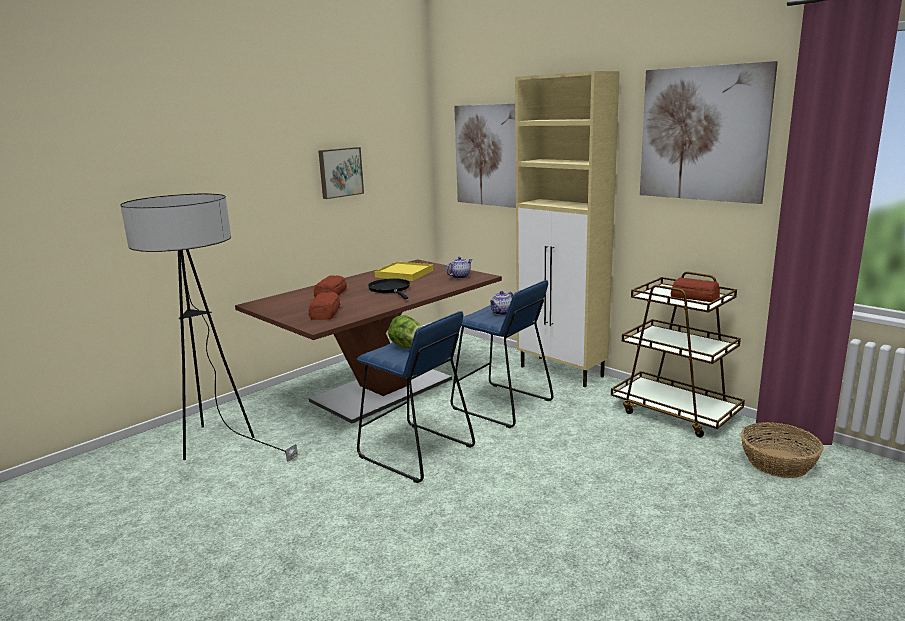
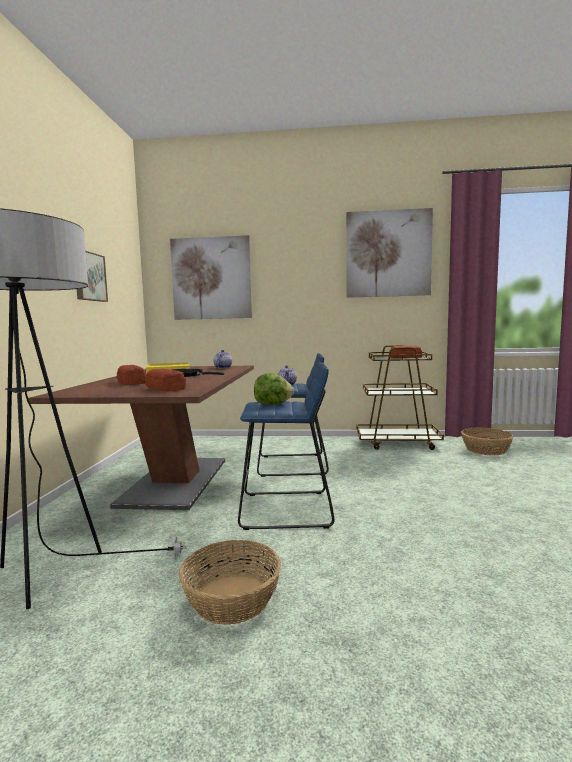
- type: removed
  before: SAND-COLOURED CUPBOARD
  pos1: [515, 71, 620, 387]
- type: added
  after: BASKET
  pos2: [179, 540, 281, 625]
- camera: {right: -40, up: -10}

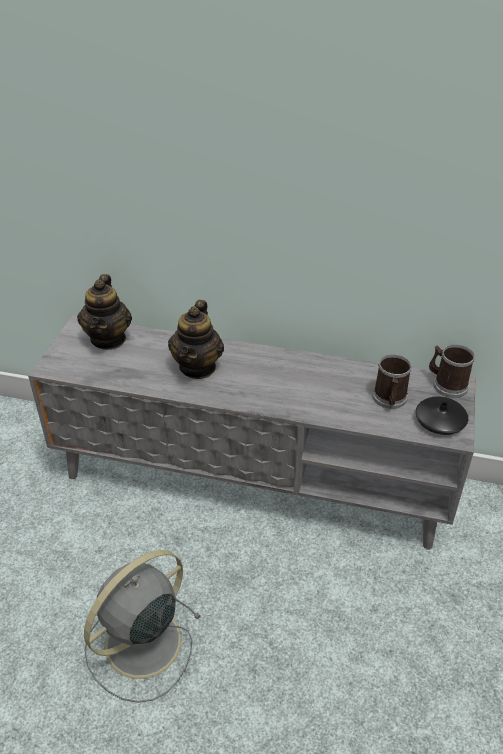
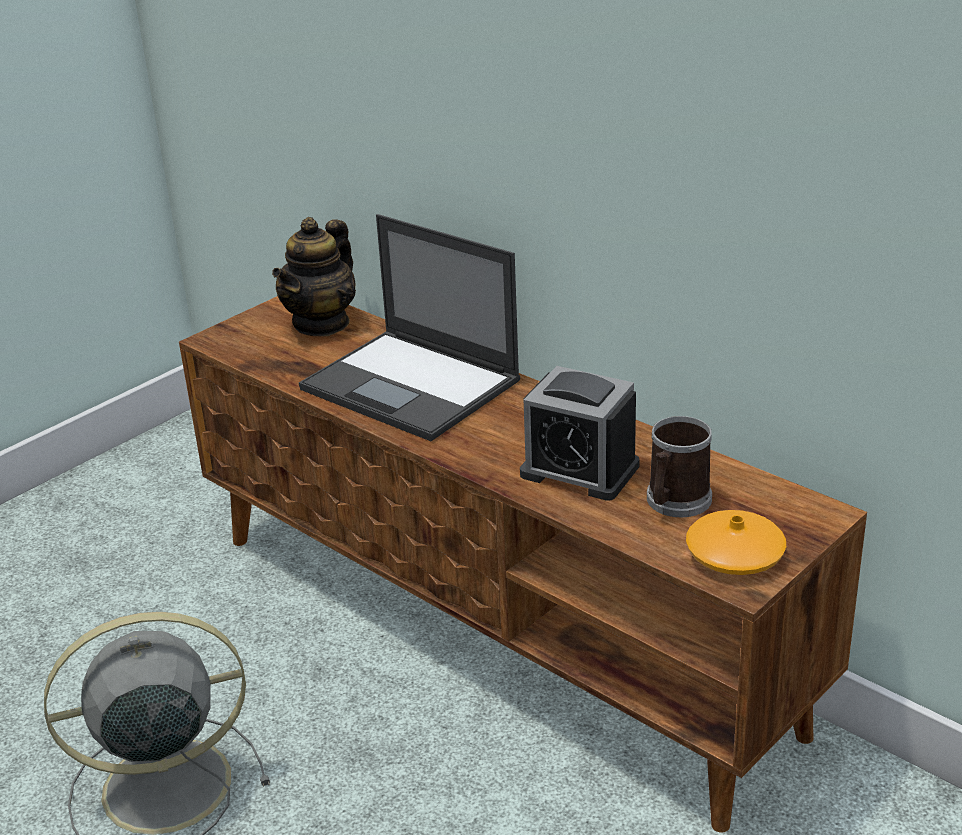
- type: recoloured
  before: GREY MEDIA CONSOLE
  after: BROWN MEDIA CONSOLE
  pos1: [28, 315, 476, 550]
  pos2: [179, 296, 867, 833]
- type: replaced
  before: TEAPOT
  after: PORTABLE COMPUTER
  pos1: [168, 300, 224, 379]
  pos2: [299, 214, 520, 441]
- type: recoloured
  before: BLACKISH DECORATIVE VASE
  after: ORANGE-COLOURED DECORATIVE VASE
  pos1: [416, 396, 468, 435]
  pos2: [686, 510, 786, 575]
- type: removed
  before: COFFEE MUG
  pos1: [429, 344, 475, 398]
- type: added
  after: TABLE CLOCK
  pos2: [520, 366, 640, 501]
- camera: {right: 30, up: -10}

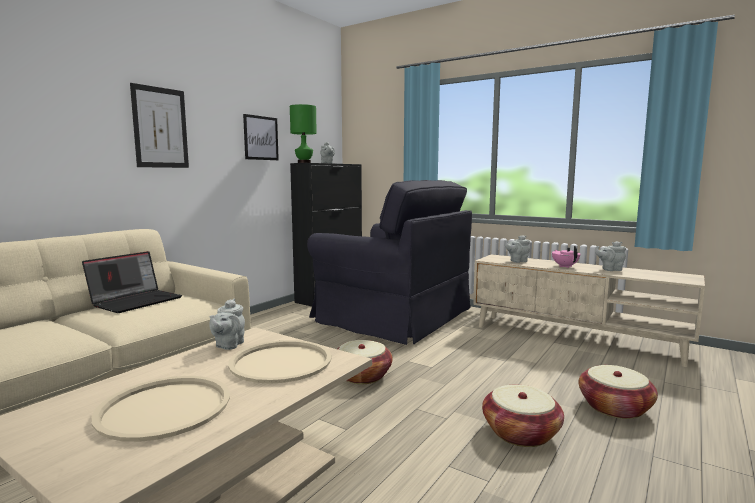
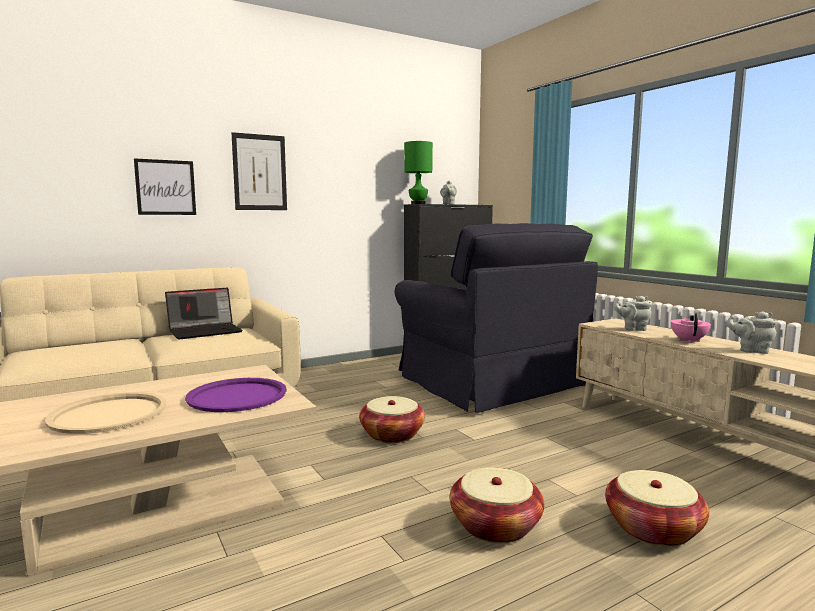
- type: removed
  before: GREY TEAPOT
  pos1: [209, 298, 245, 350]
- type: recoloured
  before: SAND-COLOURED CARRYING TRAY
  after: PURPLE CARRYING TRAY
  pos1: [228, 340, 332, 384]
  pos2: [185, 378, 287, 412]
- type: moved
  before: WALL PICTURE
  pos1: [243, 114, 279, 160]
  pos2: [134, 158, 196, 215]
- camera: {right: 25, up: 0}

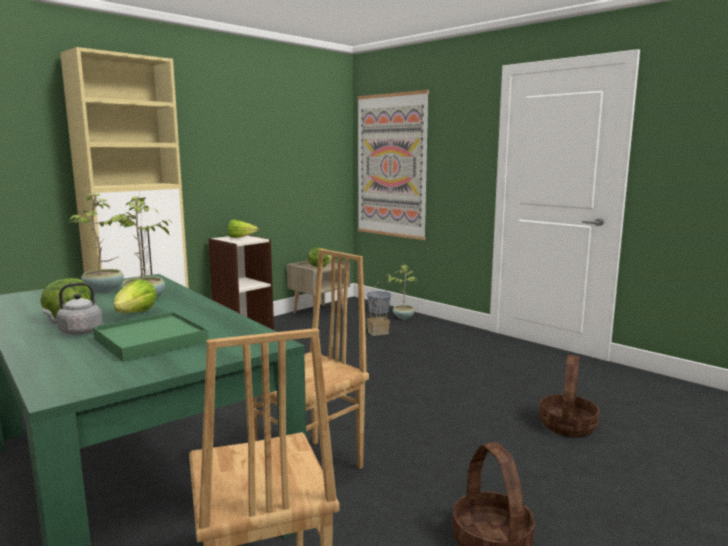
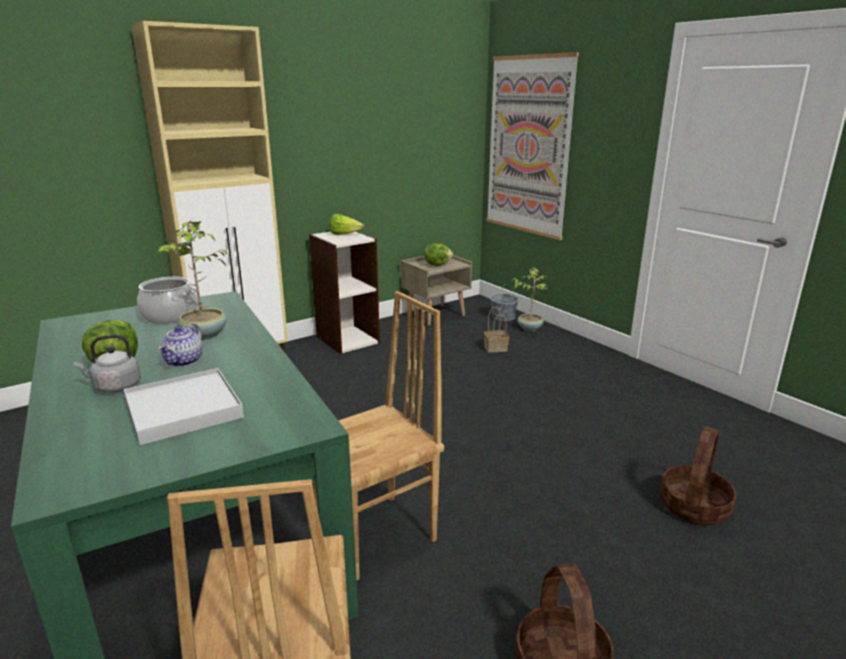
- type: replaced
  before: POTTED PLANT
  after: STOCKPOT
  pos1: [69, 193, 131, 293]
  pos2: [137, 277, 198, 324]
- type: recoloured
  before: GREEN CARRYING TRAY
  after: WHITE CARRYING TRAY
  pos1: [93, 312, 209, 362]
  pos2: [124, 368, 244, 445]
- type: replaced
  before: LETTUCE HEAD
  after: TEAPOT
  pos1: [114, 279, 157, 313]
  pos2: [158, 324, 203, 367]
- camera: {right: 10, up: 10}

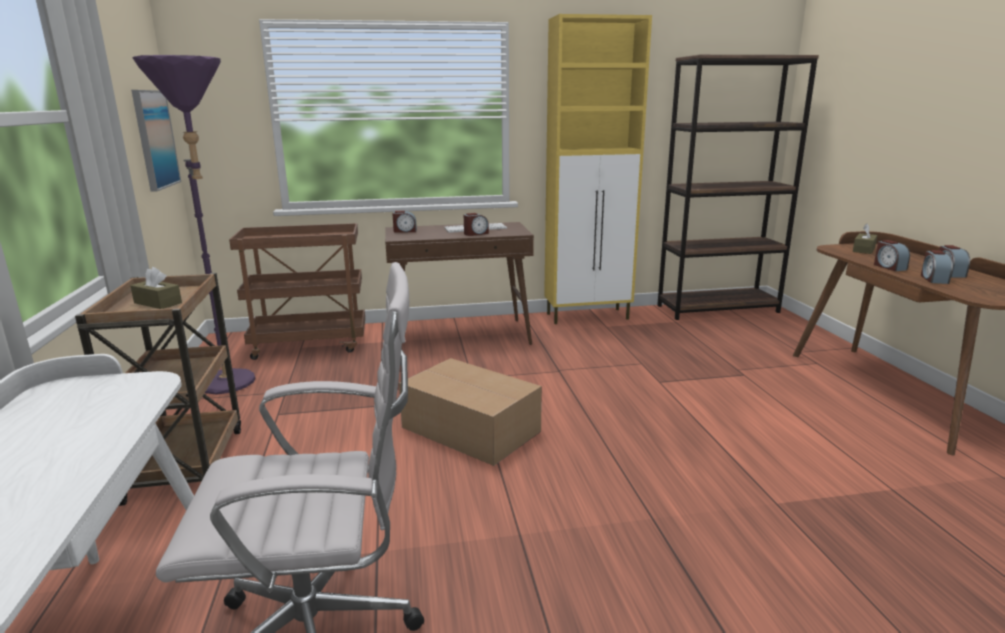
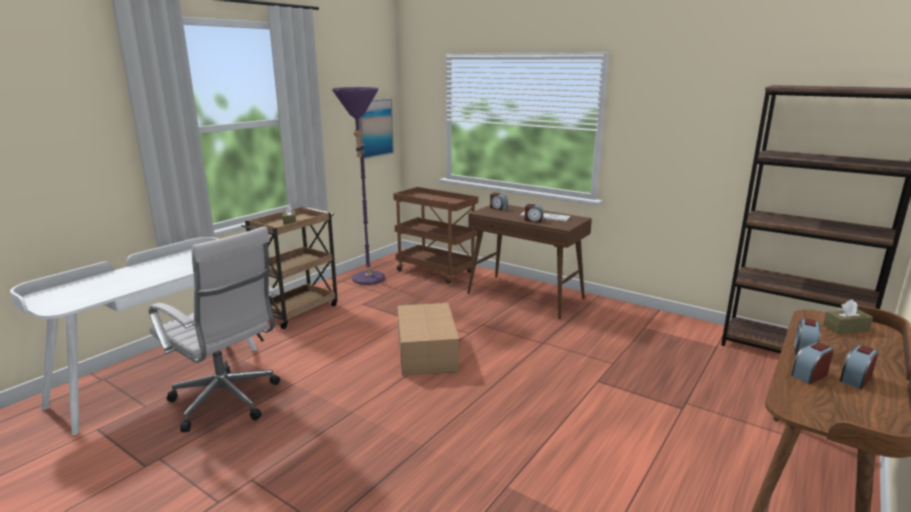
- type: removed
  before: YELLOWISH CUPBOARD
  pos1: [544, 14, 652, 324]
- camera: {right: 45, up: 0}

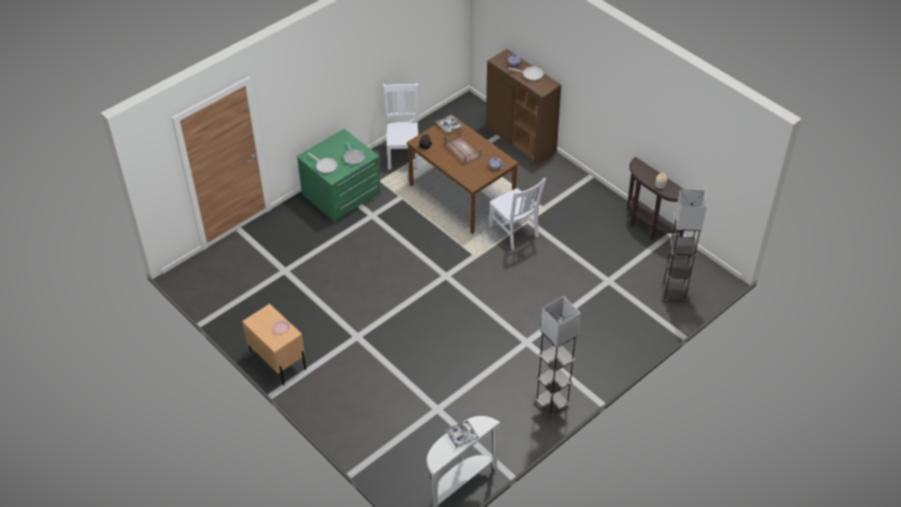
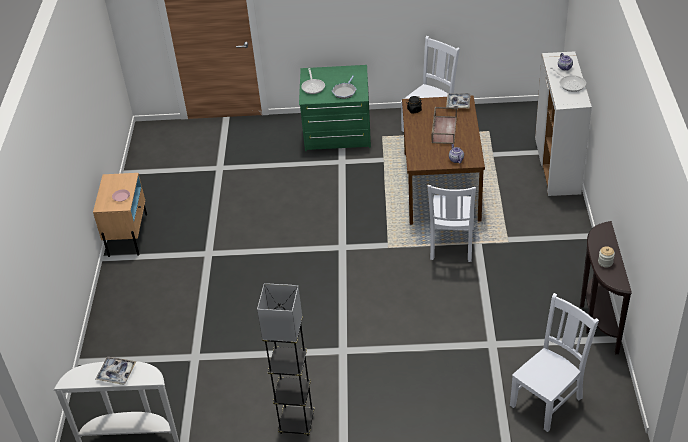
- type: recoloured
  before: BROWN CUPBOARD
  after: WHITE CUPBOARD
  pos1: [486, 49, 561, 164]
  pos2: [535, 51, 592, 196]
- type: replaced
  before: GREY STANDARD LAMP
  after: WHITE UPRIGHT CHAIR
  pos1: [662, 189, 707, 303]
  pos2: [510, 293, 599, 432]
- camera: {right: 45, up: -5}

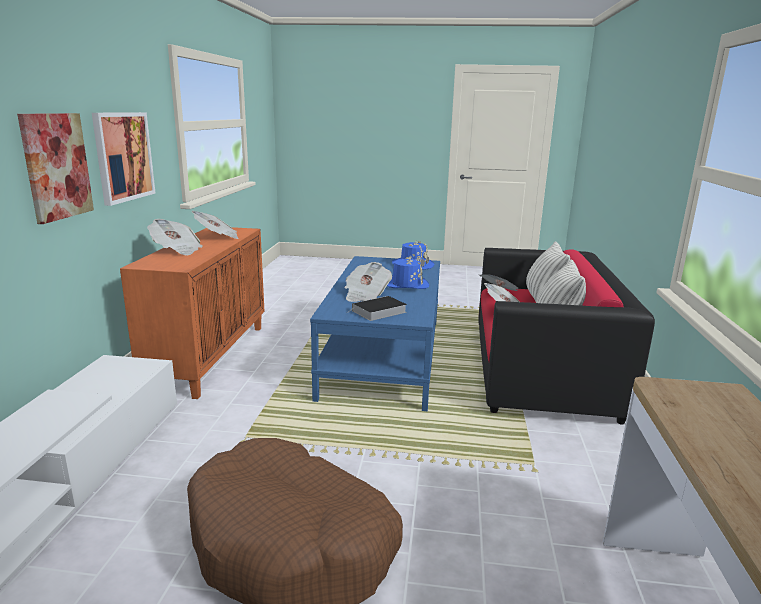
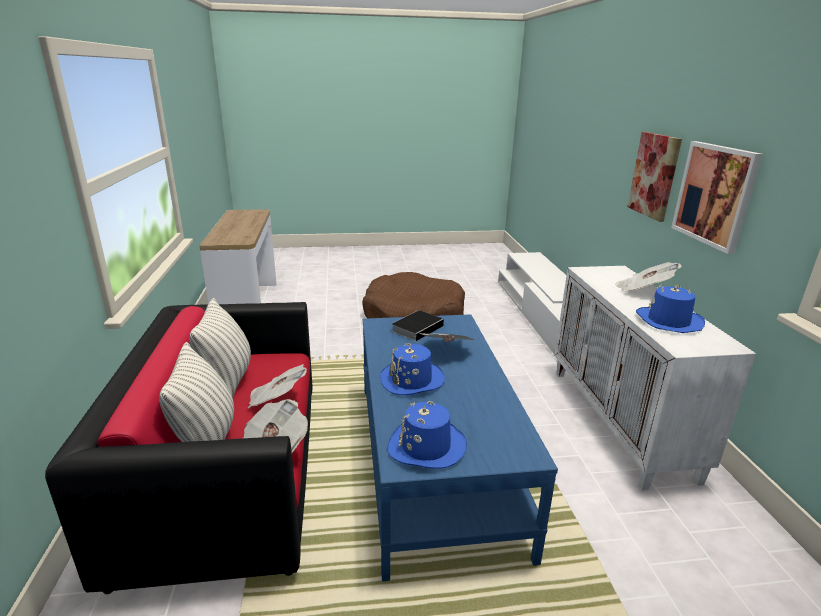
- type: recoloured
  before: ORANGE-COLOURED CUPBOARD
  after: WHITE CUPBOARD
  pos1: [120, 227, 265, 399]
  pos2: [554, 266, 756, 491]
- type: replaced
  before: NEWSPAPER
  after: BLUE WEARABLE HAT
  pos1: [192, 211, 238, 239]
  pos2: [636, 284, 705, 333]
- camera: {right: 165, up: 5}

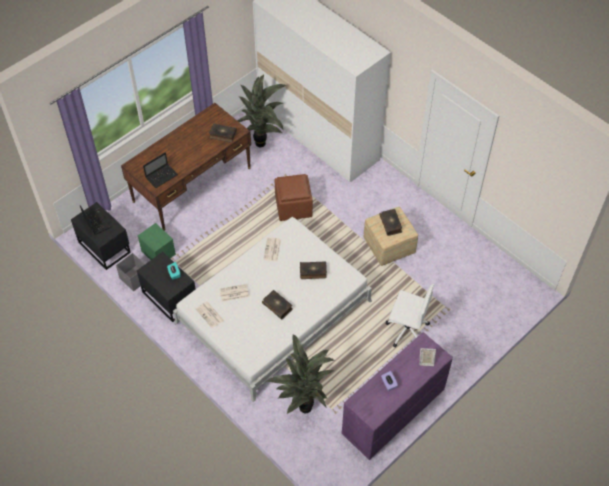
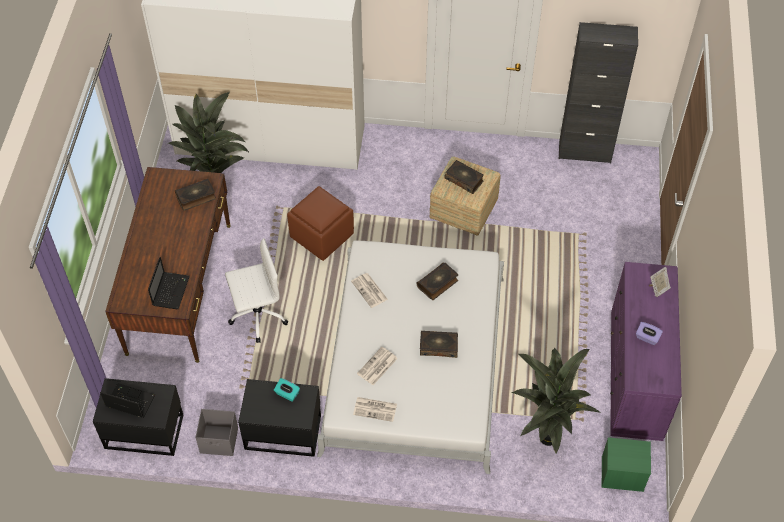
- type: moved
  before: GREEN STORAGE CONTAINER
  pos1: [138, 223, 176, 260]
  pos2: [602, 437, 651, 492]
- type: moved
  before: WHITE COMPUTER CHAIR
  pos1: [385, 284, 435, 347]
  pos2: [225, 238, 288, 343]
- type: added
  after: BLACKISH CUPBOARD
  pos2: [559, 22, 638, 163]
- camera: {right: -40, up: 0}

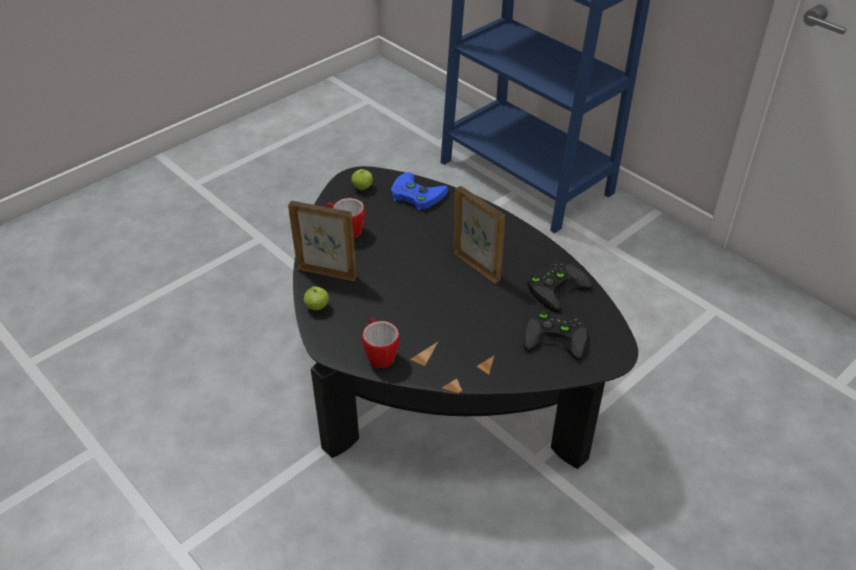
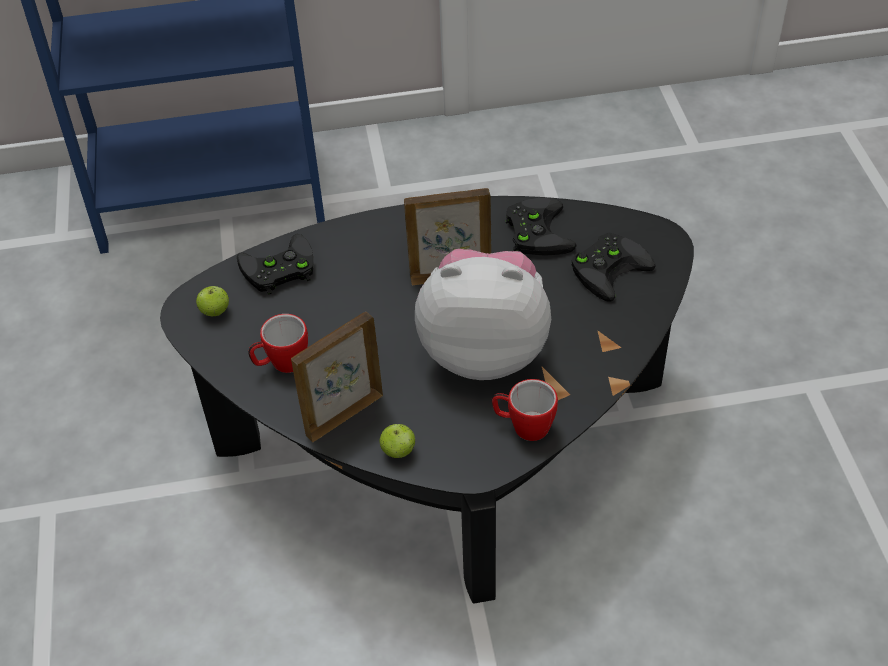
- type: recoloured
  before: BLUE GAMEPAD
  after: BLACKISH GAMEPAD
  pos1: [391, 172, 448, 211]
  pos2: [237, 234, 313, 295]
- type: added
  after: PLUSH TOY
  pos2: [415, 249, 551, 380]
- camera: {right: -55, up: 5}

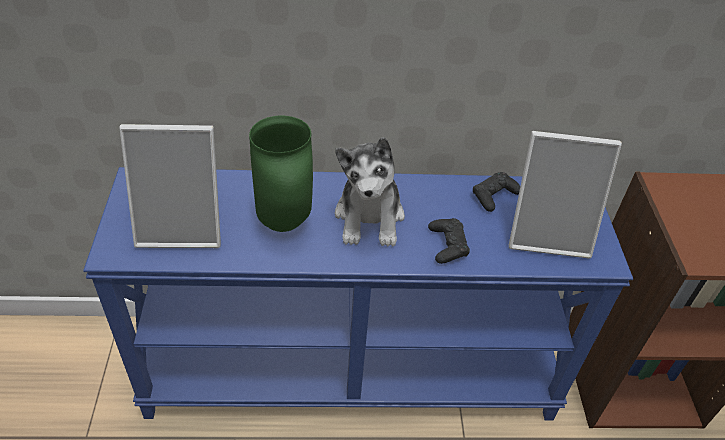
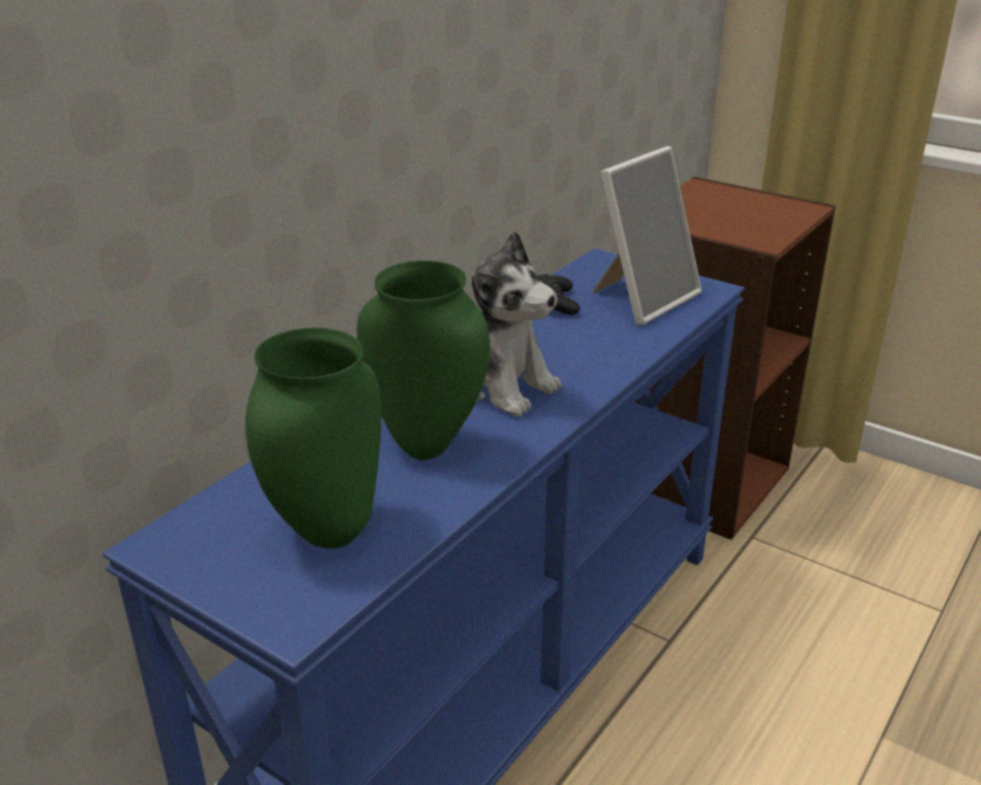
- type: replaced
  before: PICTURE FRAME
  after: GREEN DECORATIVE VASE
  pos1: [120, 124, 221, 248]
  pos2: [245, 328, 381, 549]
- type: removed
  before: BLACKISH GAMEPAD
  pos1: [428, 218, 470, 264]
- camera: {right: -50, up: -15}

